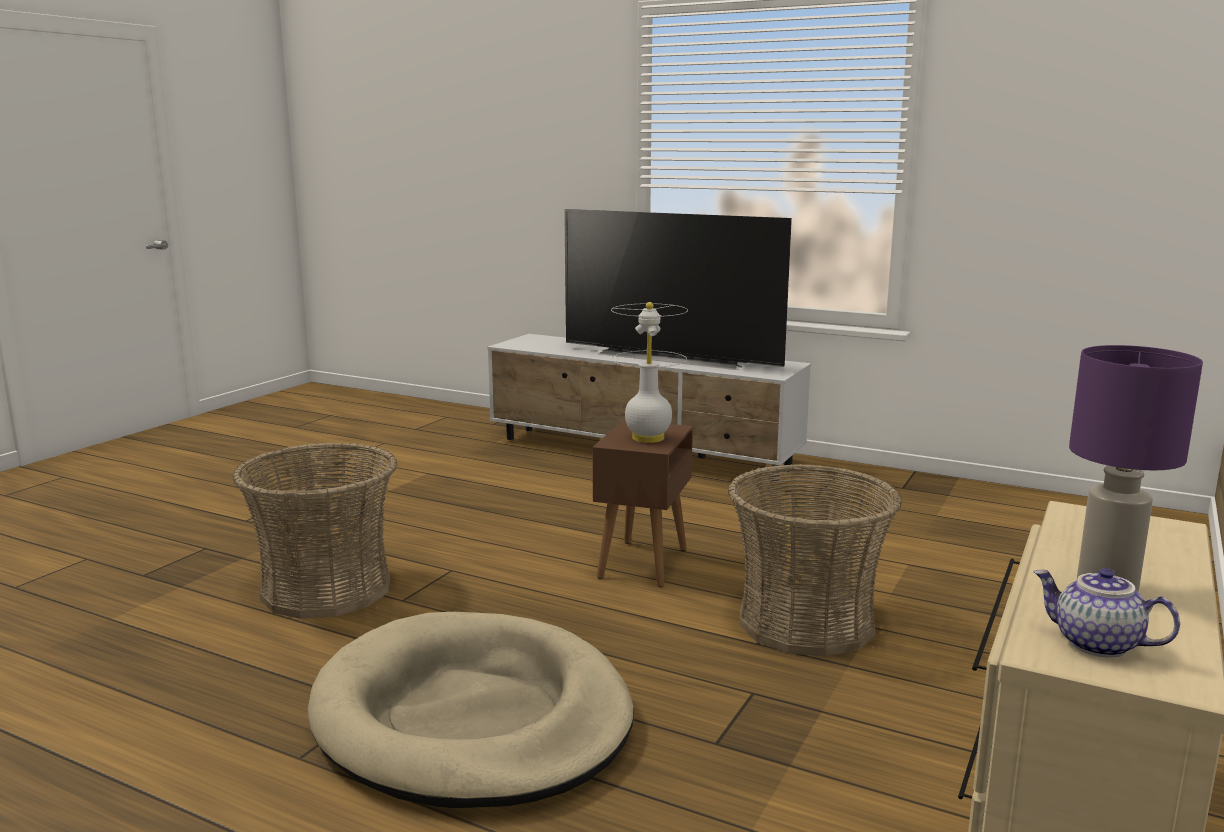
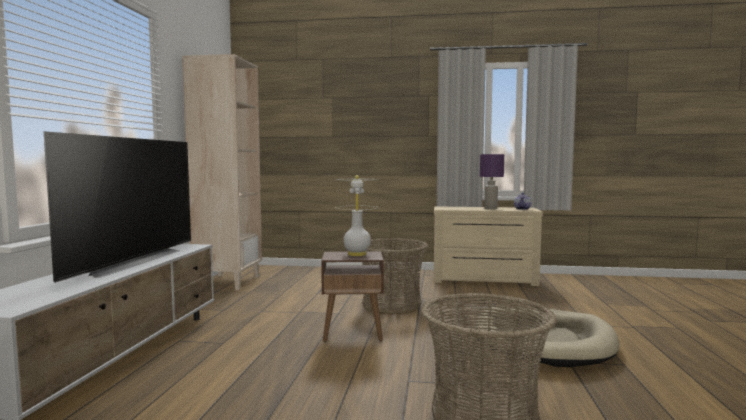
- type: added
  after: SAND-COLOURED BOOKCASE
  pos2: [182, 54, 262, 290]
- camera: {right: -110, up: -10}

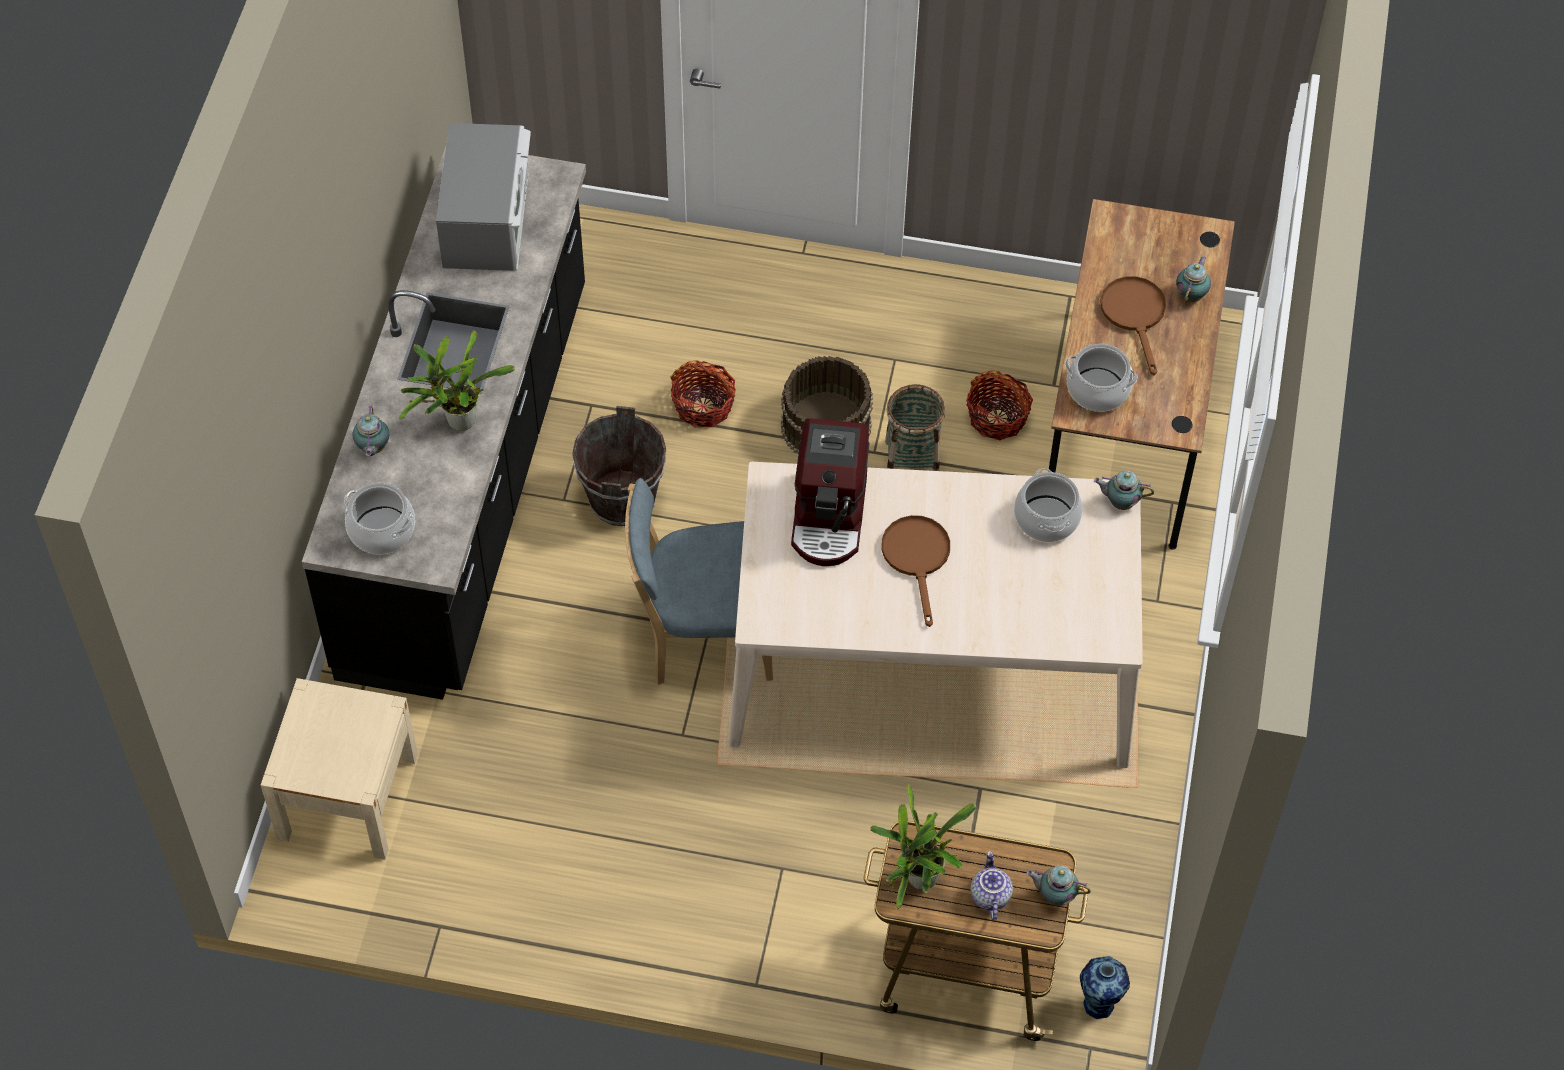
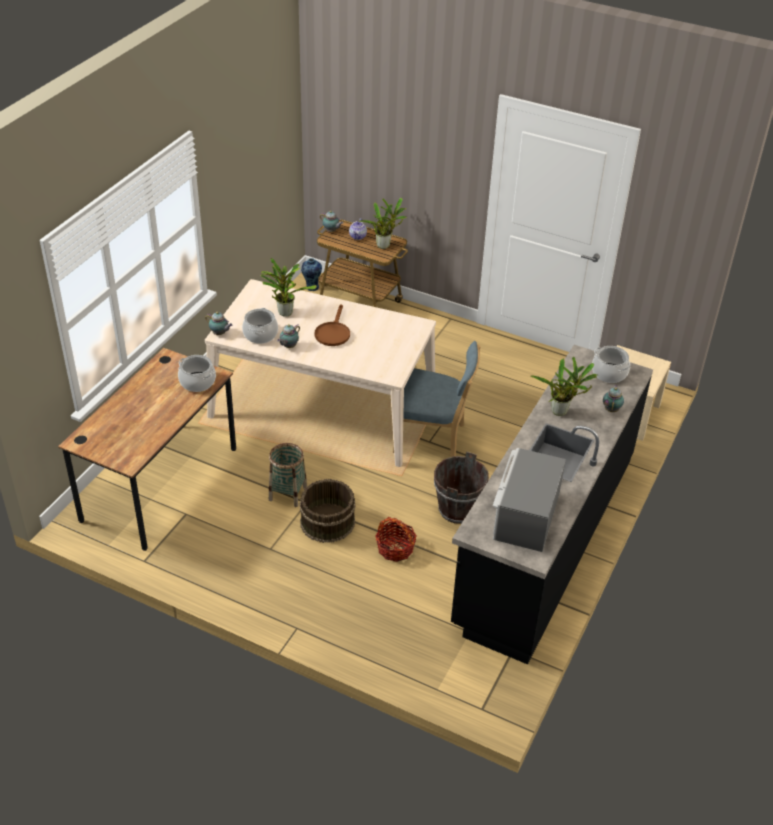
- type: removed
  before: COFFEE MACHINE
  pos1: [791, 418, 869, 566]
- type: removed
  before: BASKET
  pos1: [966, 370, 1033, 440]
- type: removed
  before: BROWN FRYING PAN
  pos1: [1100, 276, 1166, 376]
- type: moved
  before: TEAPOT
  pos1: [1176, 256, 1211, 302]
  pos2: [277, 324, 300, 348]
- type: added
  after: POTTED PLANT
  pos2: [260, 258, 317, 317]
- camera: {right: -165, up: -15}

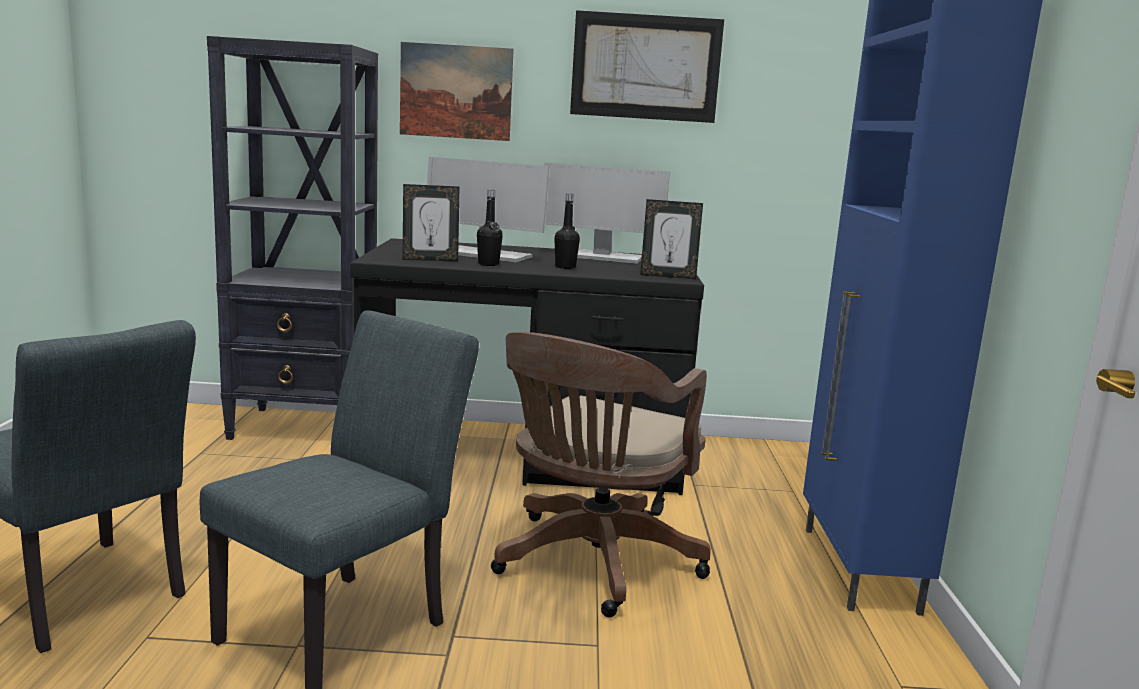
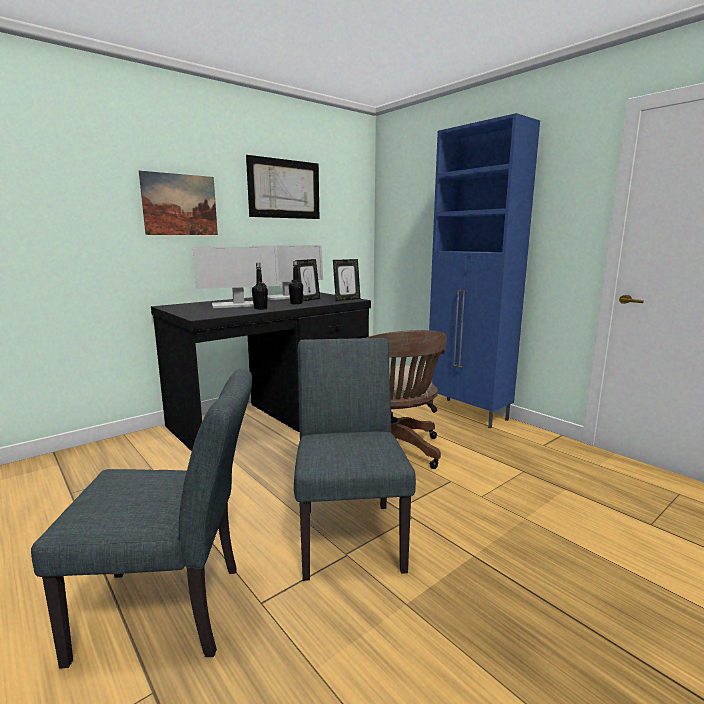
- type: removed
  before: BLACKISH BOOKCASE
  pos1: [207, 36, 378, 440]
- type: moved
  before: PICTURE FRAME
  pos1: [402, 184, 459, 261]
  pos2: [295, 259, 320, 301]
- camera: {right: -40, up: 0}

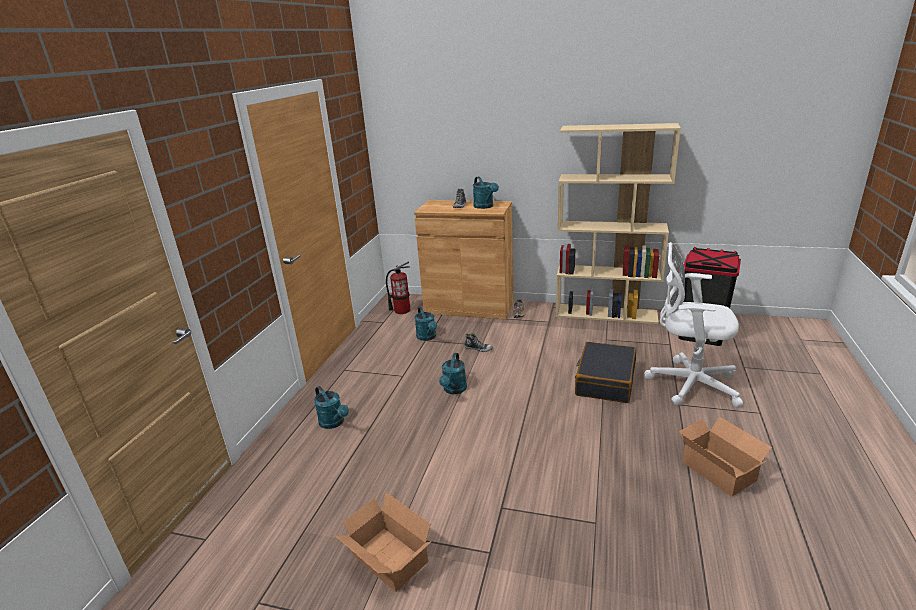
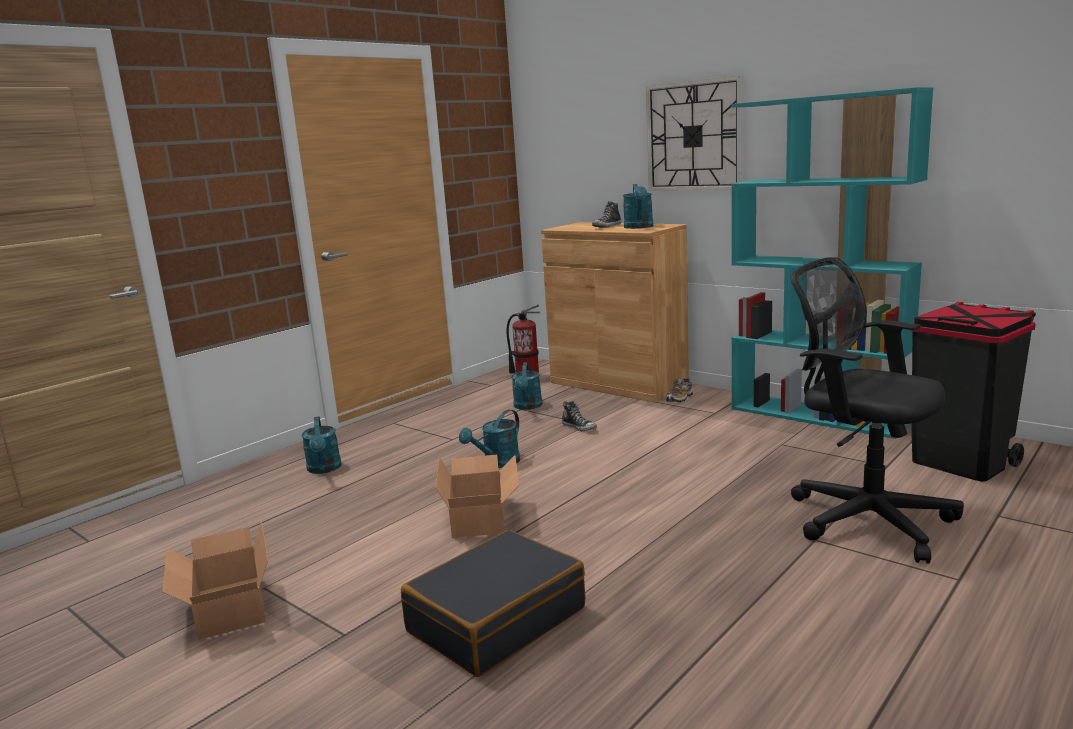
- type: recoloured
  before: SAND-COLOURED BOOKCASE
  after: TURQUOISE BOOKCASE
  pos1: [556, 123, 681, 324]
  pos2: [732, 87, 933, 439]
- type: moved
  before: BLACKISH SUITCASE
  pos1: [575, 342, 636, 403]
  pos2: [401, 530, 586, 677]
- type: recoloured
  before: WHITE COMPUTER CHAIR
  after: BLACKISH COMPUTER CHAIR
  pos1: [644, 242, 743, 408]
  pos2: [791, 257, 964, 564]
- type: moved
  before: PACKING BOX
  pos1: [679, 417, 772, 497]
  pos2: [436, 455, 519, 538]
- type: added
  after: HANGING CLOCK
  pos2: [646, 76, 742, 191]
- camera: {right: 25, up: -10}

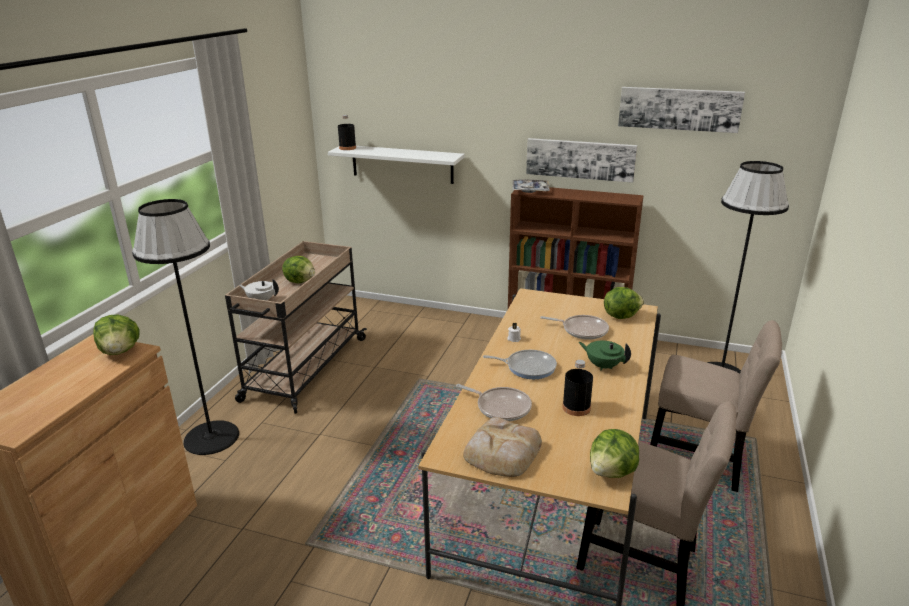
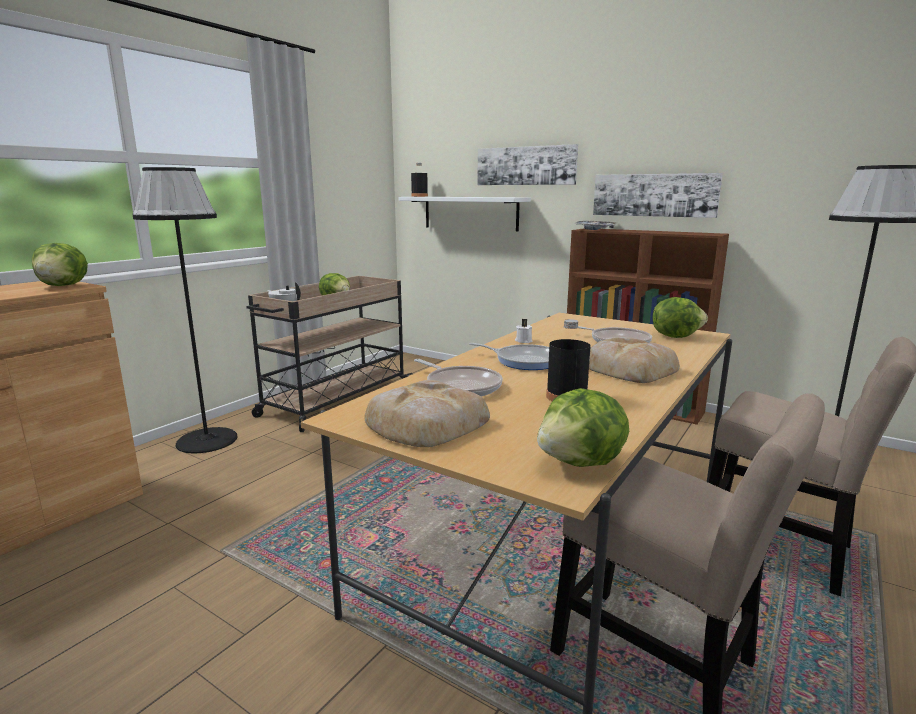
- type: replaced
  before: GREEN TEAPOT
  after: BREAD
  pos1: [579, 341, 631, 370]
  pos2: [589, 337, 680, 383]
- type: moved
  before: WALL PICTURE
  pos1: [618, 87, 745, 133]
  pos2: [477, 144, 578, 185]
- camera: {right: 15, up: -10}

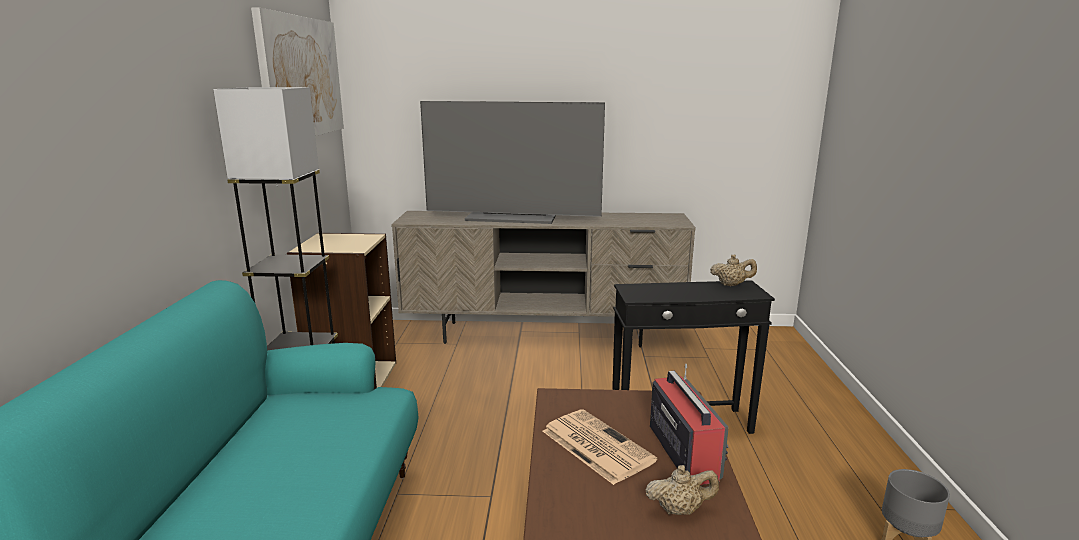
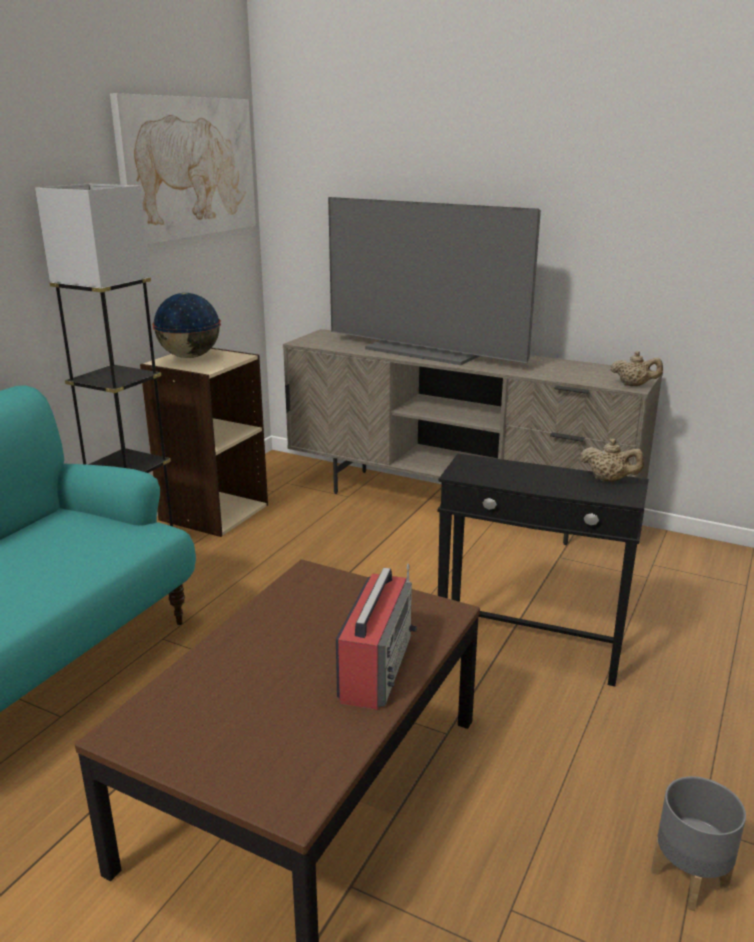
- type: removed
  before: NEWSPAPER
  pos1: [543, 409, 657, 485]
- type: moved
  before: SAND-COLOURED TEAPOT
  pos1: [646, 465, 719, 515]
  pos2: [611, 351, 663, 386]
- type: added
  after: WORLD GLOBE
  pos2: [152, 293, 221, 358]
- camera: {right: 25, up: 5}

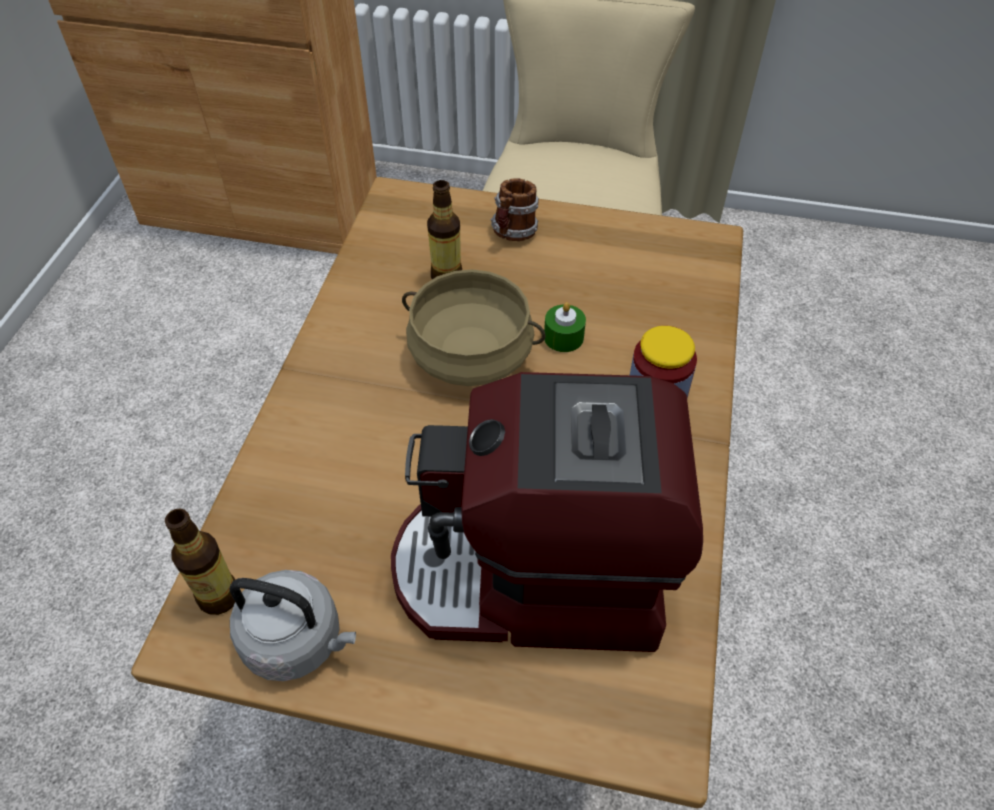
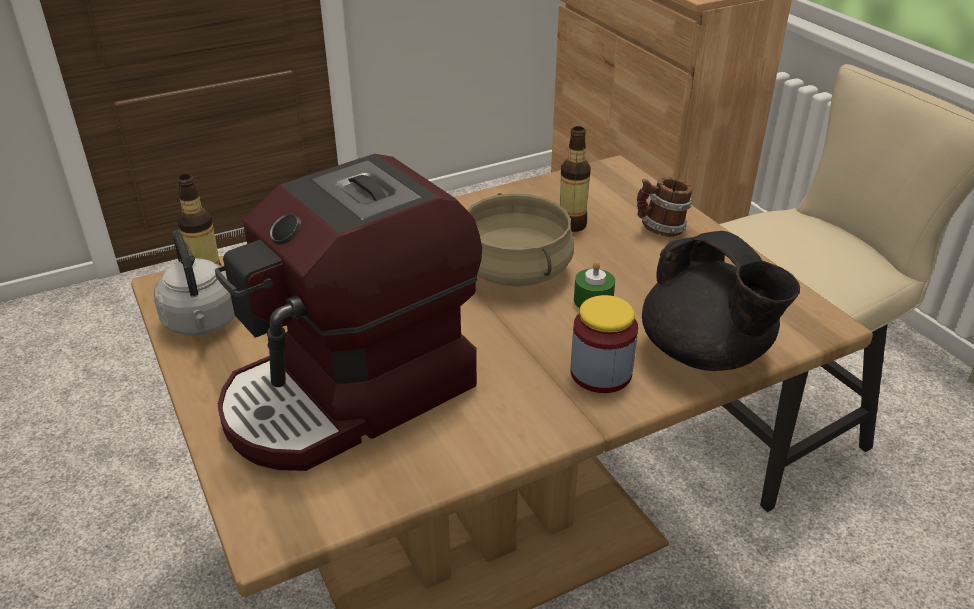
- type: turned
  before: COFFEE MACHINE
  pos1: [391, 372, 703, 652]
  pos2: [215, 154, 482, 471]
  turn: -90
- type: added
  after: BLACKISH TEAPOT
  pos2: [642, 231, 800, 371]
- camera: {right: 50, up: -15}

